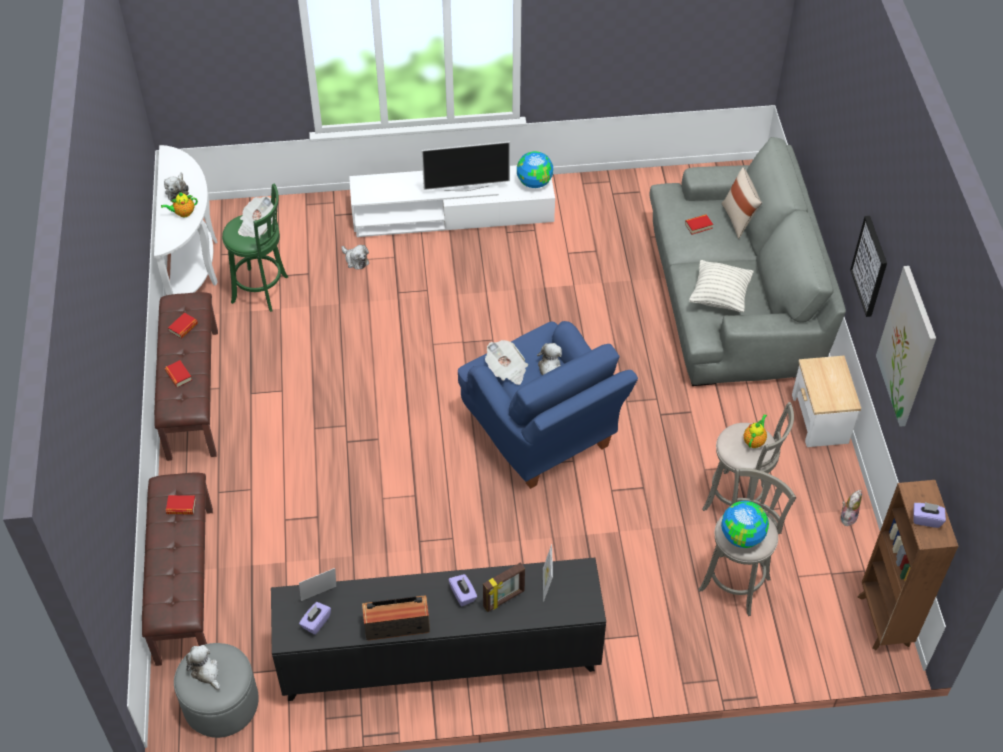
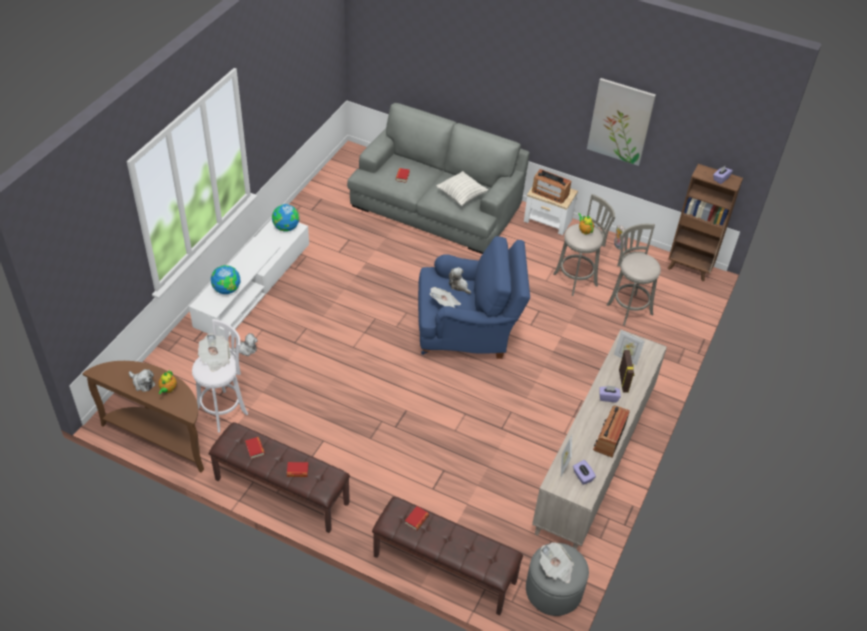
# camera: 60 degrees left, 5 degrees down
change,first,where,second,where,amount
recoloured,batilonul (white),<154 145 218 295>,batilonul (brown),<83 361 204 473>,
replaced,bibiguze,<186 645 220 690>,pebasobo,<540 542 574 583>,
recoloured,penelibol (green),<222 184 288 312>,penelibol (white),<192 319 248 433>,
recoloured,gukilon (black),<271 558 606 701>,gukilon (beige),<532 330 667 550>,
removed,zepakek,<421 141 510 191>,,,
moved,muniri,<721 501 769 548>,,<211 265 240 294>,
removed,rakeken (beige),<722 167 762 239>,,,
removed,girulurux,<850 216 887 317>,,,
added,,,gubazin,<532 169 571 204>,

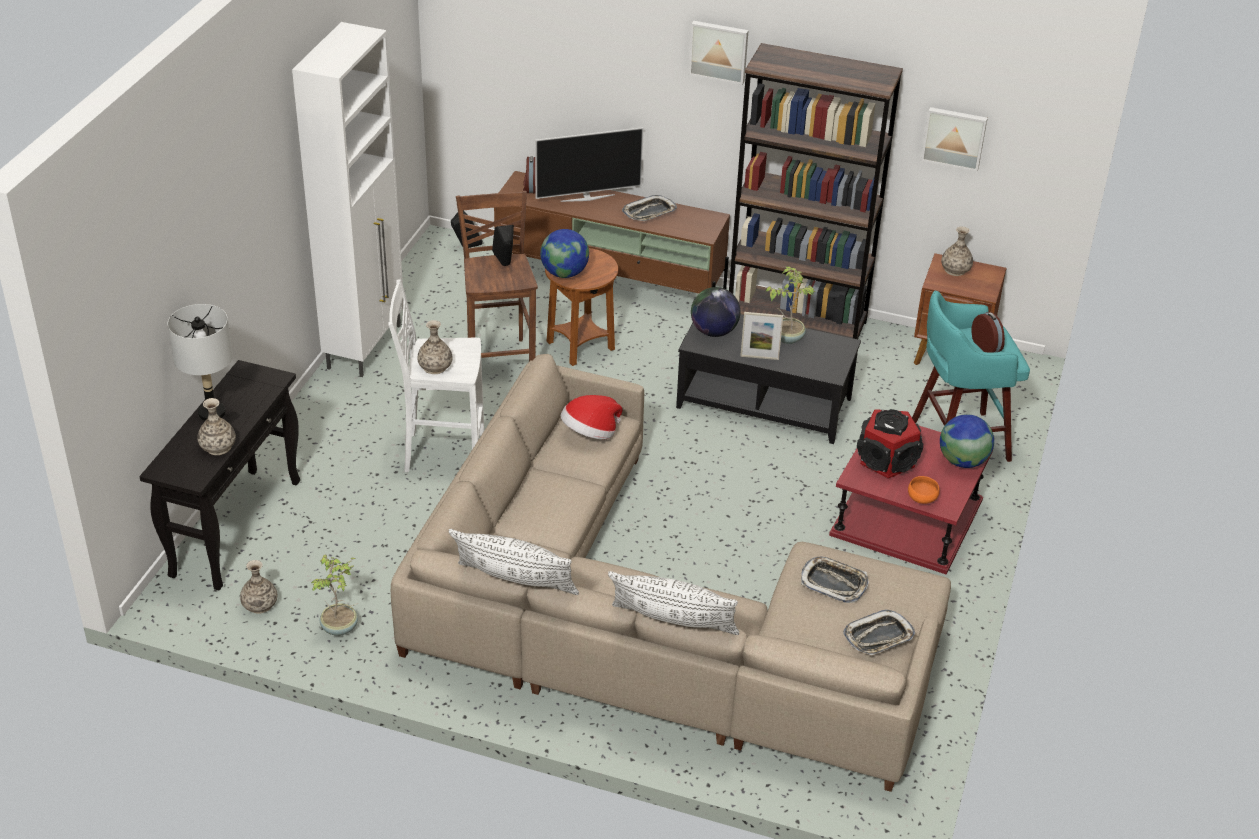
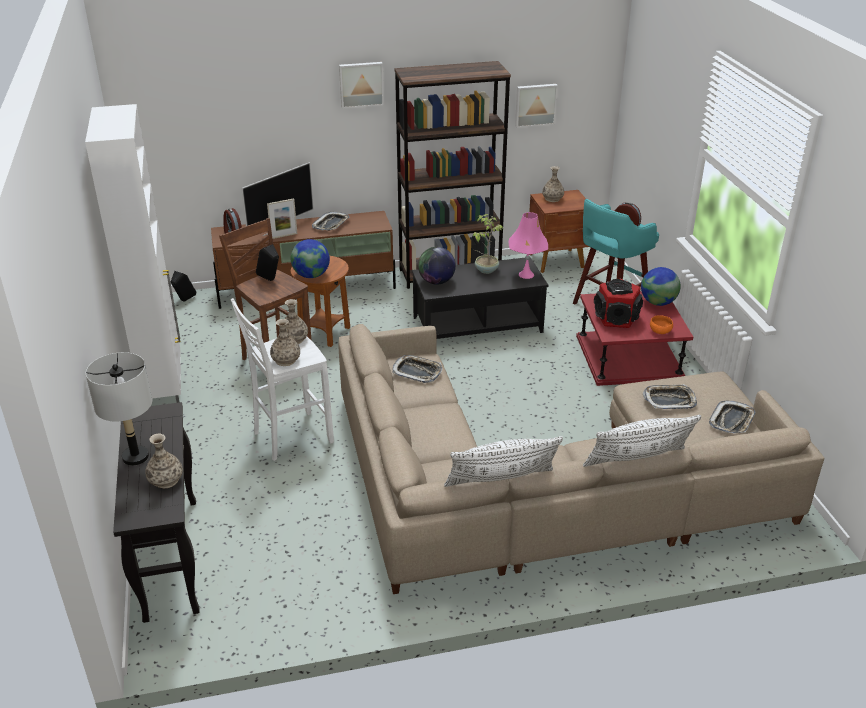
# camera: 30 degrees left, 5 degrees down
change,first,where,second,where,amount
moved,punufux,<240 560 277 614>,,<279 299 308 344>,
removed,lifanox,<311 554 358 636>,,,
replaced,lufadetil,<561 395 622 439>,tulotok,<392 355 442 383>,
moved,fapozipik,<740 312 783 360>,,<267 198 297 239>,
added,,,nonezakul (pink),<509 212 548 279>,

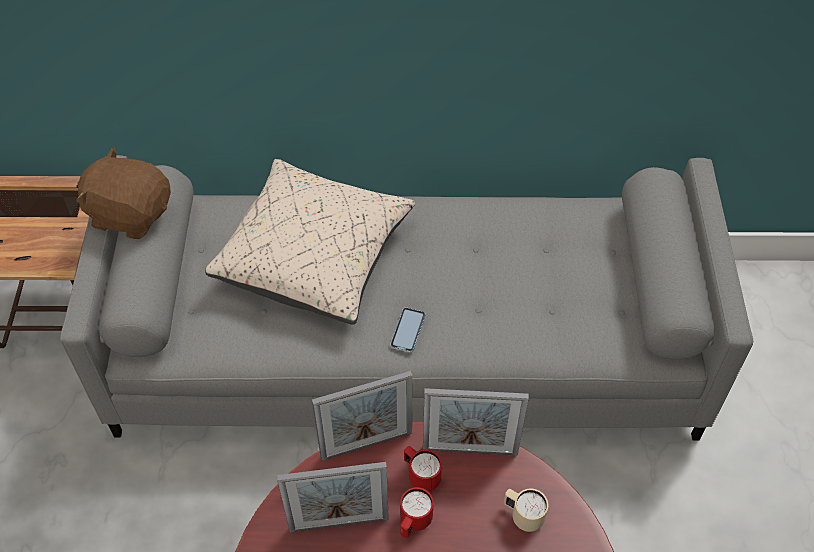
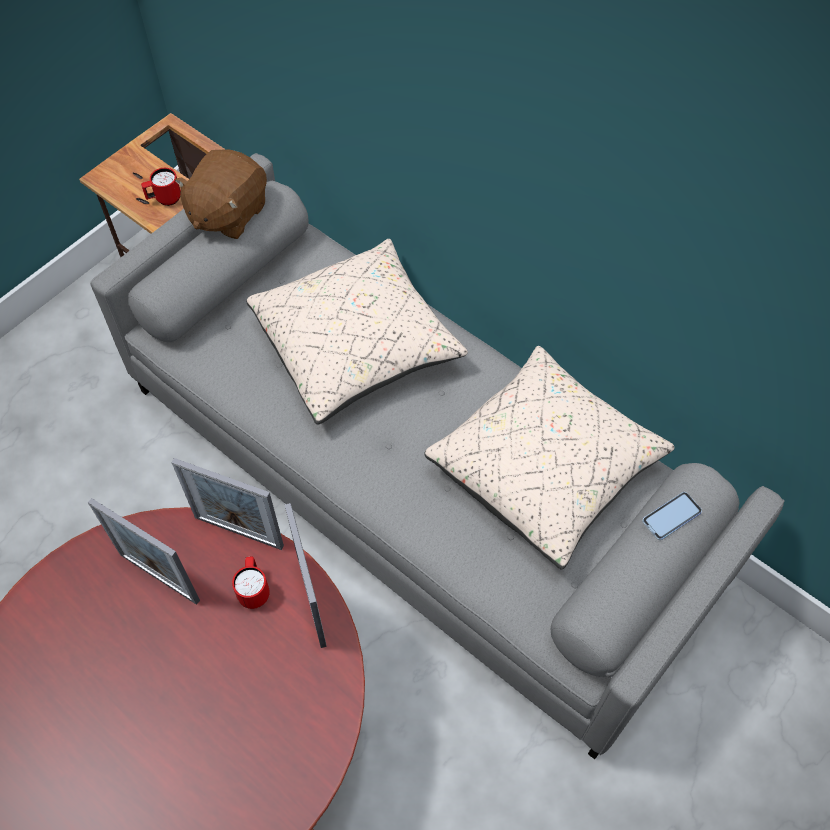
# camera: 40 degrees right, 5 degrees up
change,first,where,second,where,amount
turned,bibiguze (brown),<76 147 171 239>,,<175 149 267 239>,120 degrees counterclockwise
moved,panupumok,<390 308 425 353>,,<642 492 702 540>,
moved,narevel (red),<400 487 433 538>,,<141 168 181 206>,
turned,fapozipik,<423 388 529 456>,,<285 503 326 648>,150 degrees counterclockwise
removed,narevel (beige),<504 488 548 532>,,,
added,,,rakeken (beige),<424 346 675 570>,

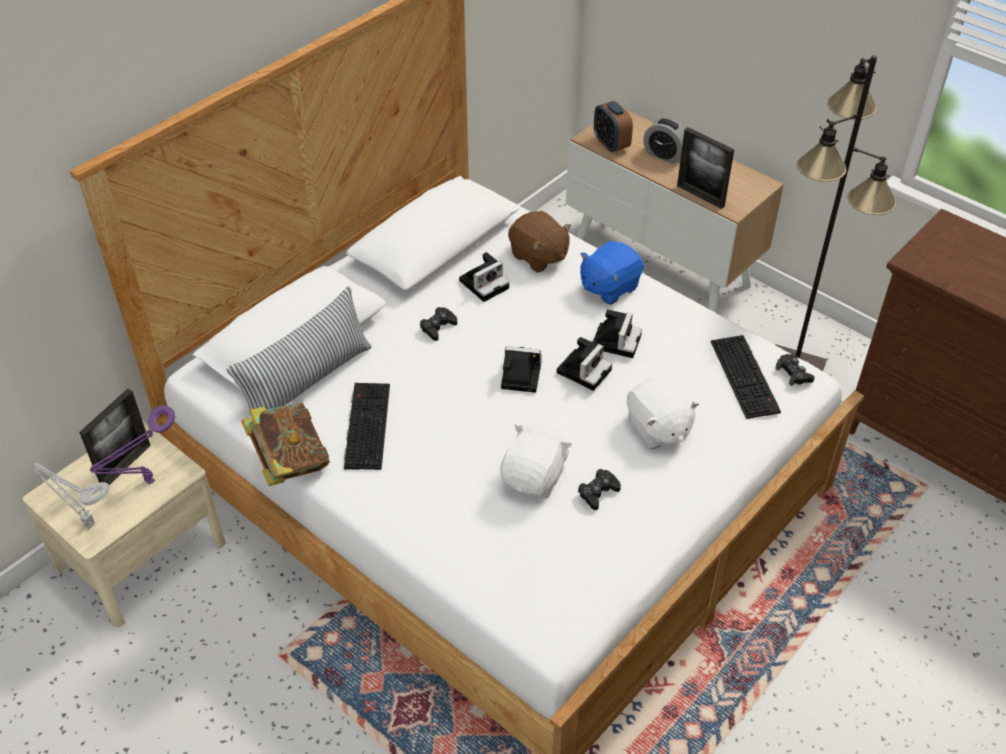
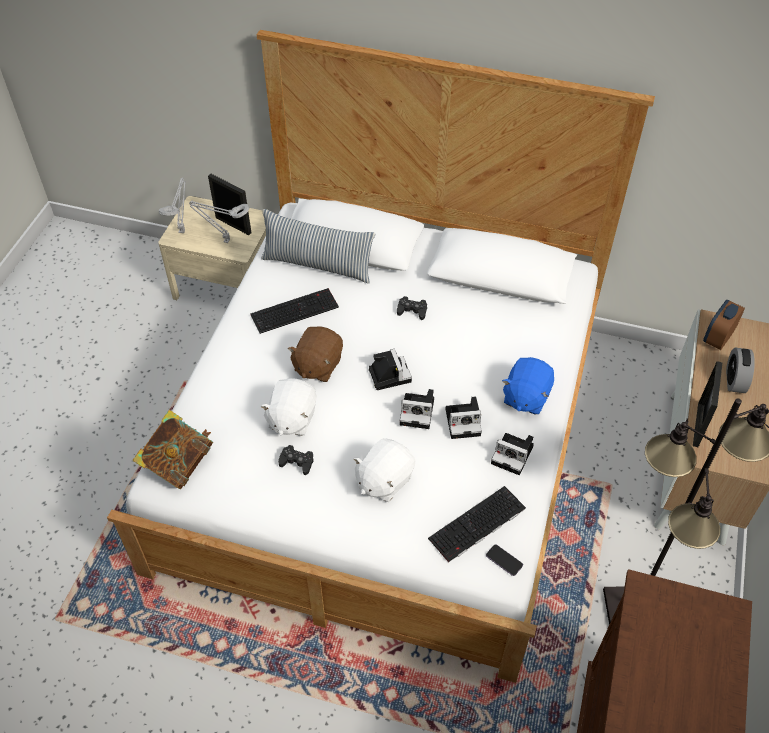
# camera: 65 degrees right, 5 degrees up
change,first,where,second,where,amount
turned,fapozipik,<79 389 151 485>,,<208 174 252 235>,150 degrees counterclockwise
recoloured,nonezakul (purple),<90 405 175 485>,nonezakul (grey),<189 201 250 243>,
moved,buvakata,<241 402 330 486>,,<133 410 213 489>,
moved,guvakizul,<459 252 509 302>,,<491 433 534 475>,
turned,bibiguze (white),<500 424 572 498>,,<260 378 317 436>,105 degrees clockwise
moved,bibiguze (brown),<508 211 571 273>,,<288 326 343 382>,
turned,bibiguze (blue),<580 241 644 305>,,<502 357 554 414>,90 degrees counterclockwise
replaced,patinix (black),<775 354 815 386>,panupumok,<486 544 523 576>,

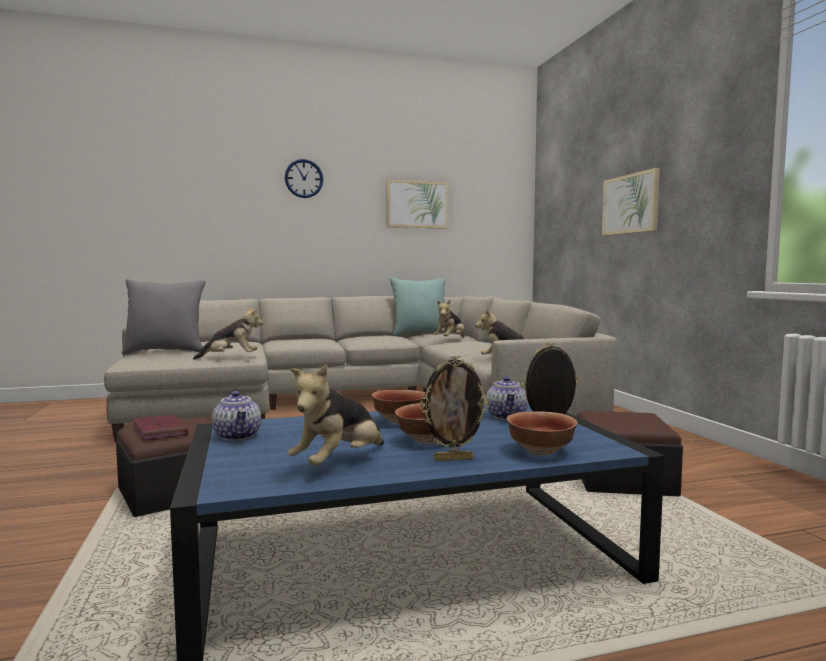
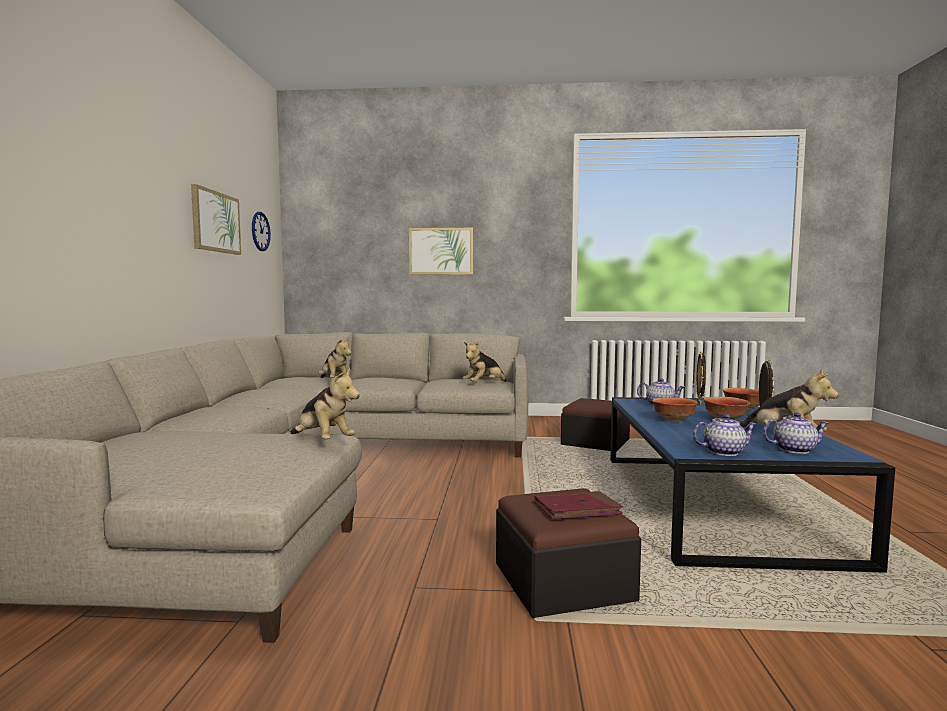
# camera: 70 degrees left, 0 degrees up
change,first,where,second,where,amount
removed,rakeken (grey),<122 279 206 354>,,,
turned,bibiguze,<193 306 263 360>,,<290 367 360 439>,120 degrees clockwise
moved,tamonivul,<285 159 323 198>,,<252 212 271 251>,
removed,rakeken (turquoise),<389 278 452 336>,,,
added,,,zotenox,<763 412 829 454>,

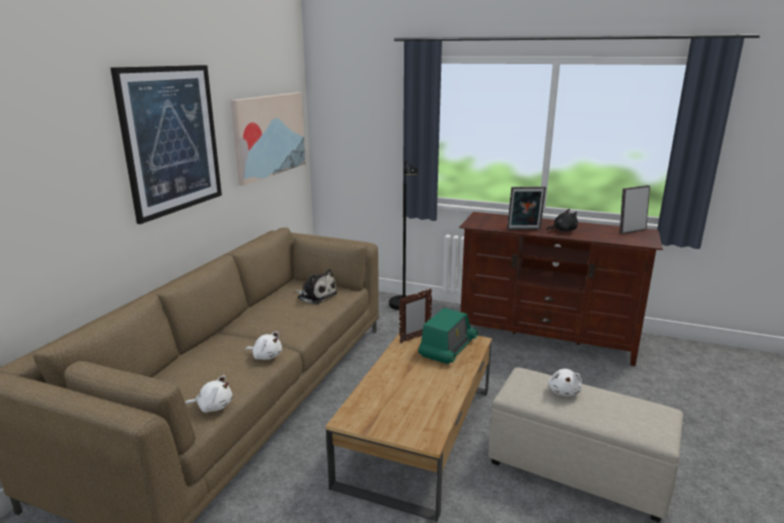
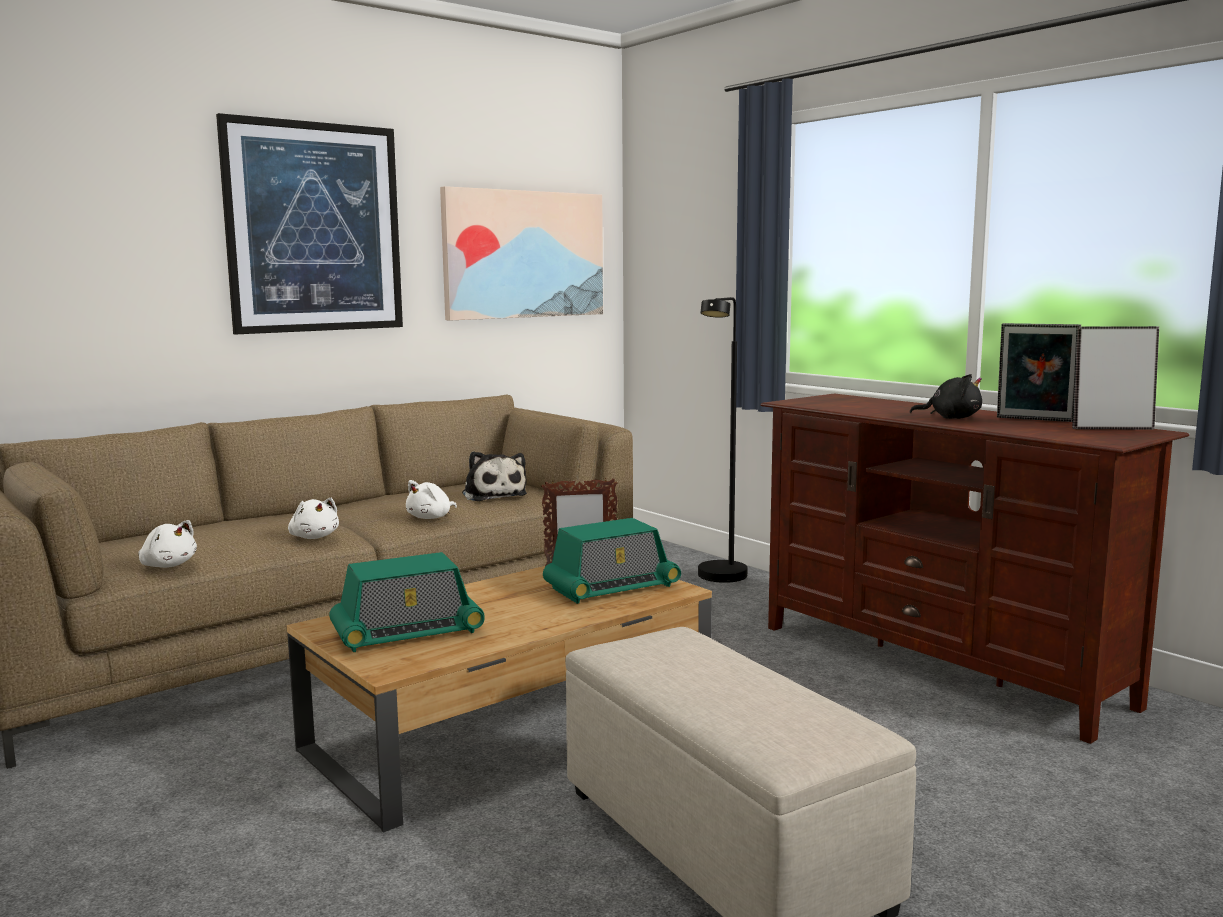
# camera: 30 degrees right, 10 degrees down
change,first,where,second,where,amount
moved,fapozipik,<507 187 546 230>,,<997 323 1081 422>,
moved,bibiguze (white),<548 369 582 396>,,<406 480 457 519>,
added,,,gubazin,<329 552 485 652>,

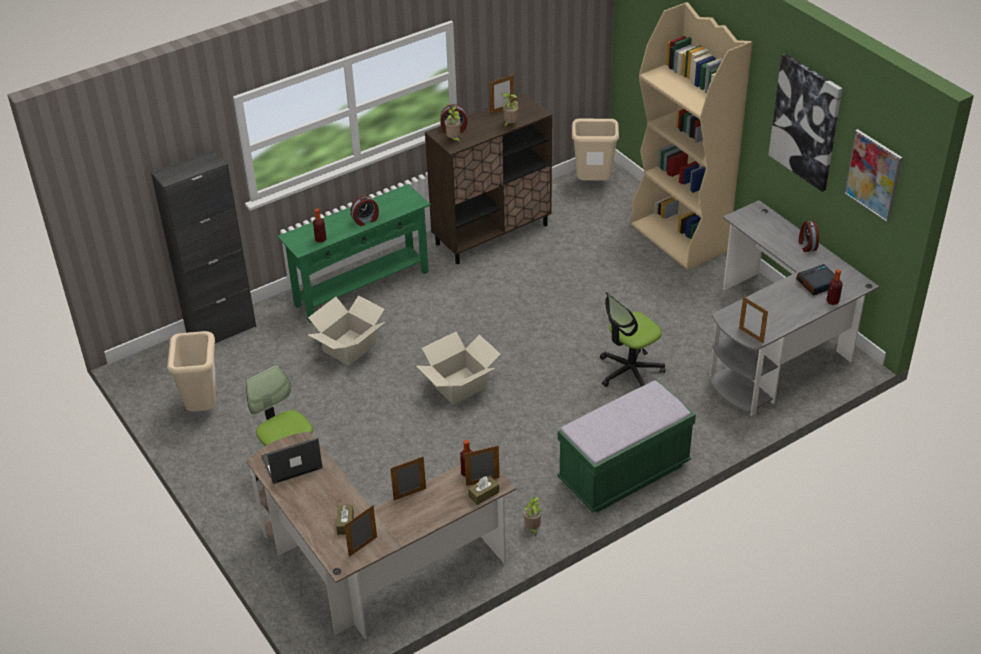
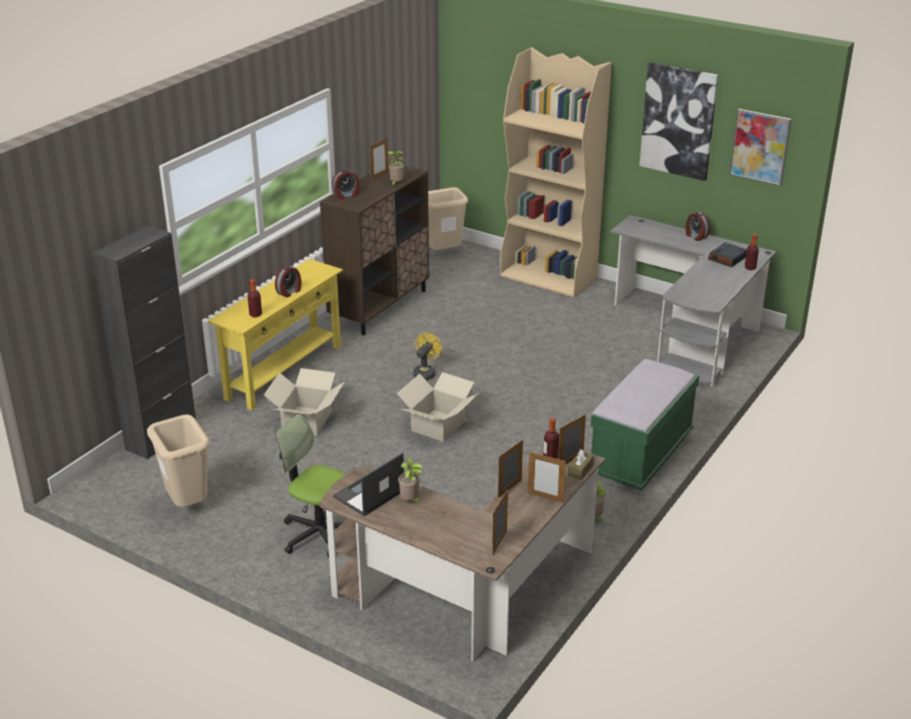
# camera: 25 degrees left, 10 degrees down
change,first,where,second,where,amount
recoloured,batilonul (green),<277 184 431 323>,batilonul (yellow),<208 259 343 410>,
removed,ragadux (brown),<336 505 354 535>,,,
moved,lifanox,<445 107 461 142>,,<398 458 422 504>,
removed,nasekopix,<600 291 666 387>,,,
moved,fapozipik,<739 296 768 343>,,<528 452 566 503>,
added,,,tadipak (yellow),<413 332 442 380>,

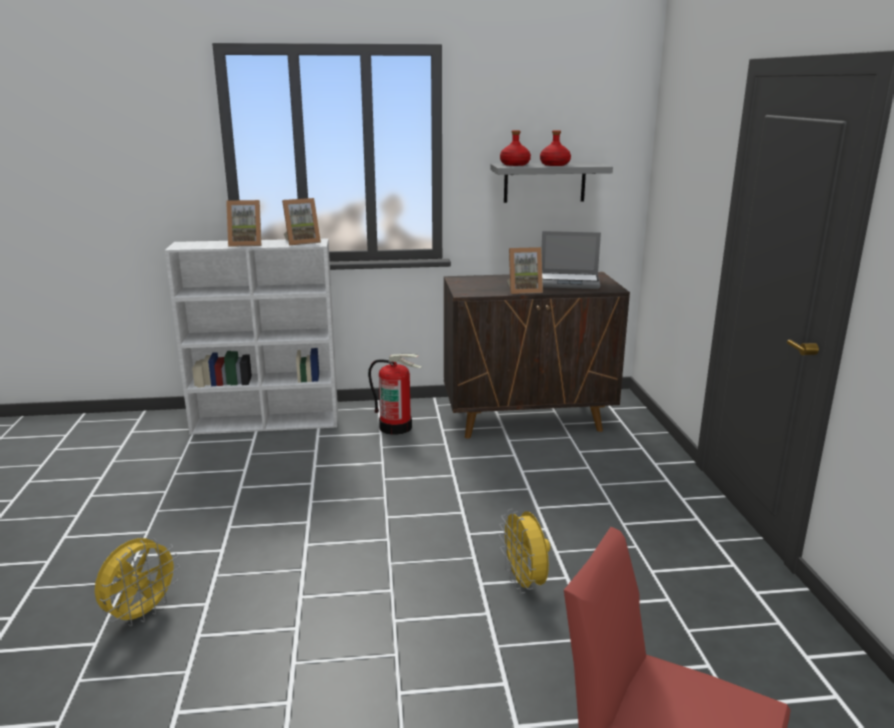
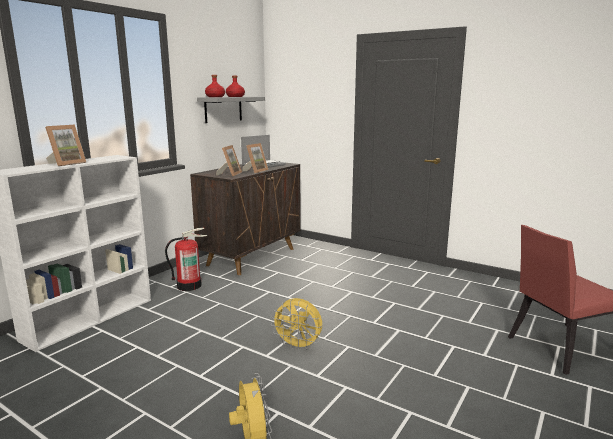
# camera: 50 degrees left, 5 degrees down
change,first,where,second,where,amount
moved,fapozipik,<282 198 321 245>,,<216 145 242 177>,
moved,tadipak (yellow),<499 509 550 594>,,<271 298 322 351>,

